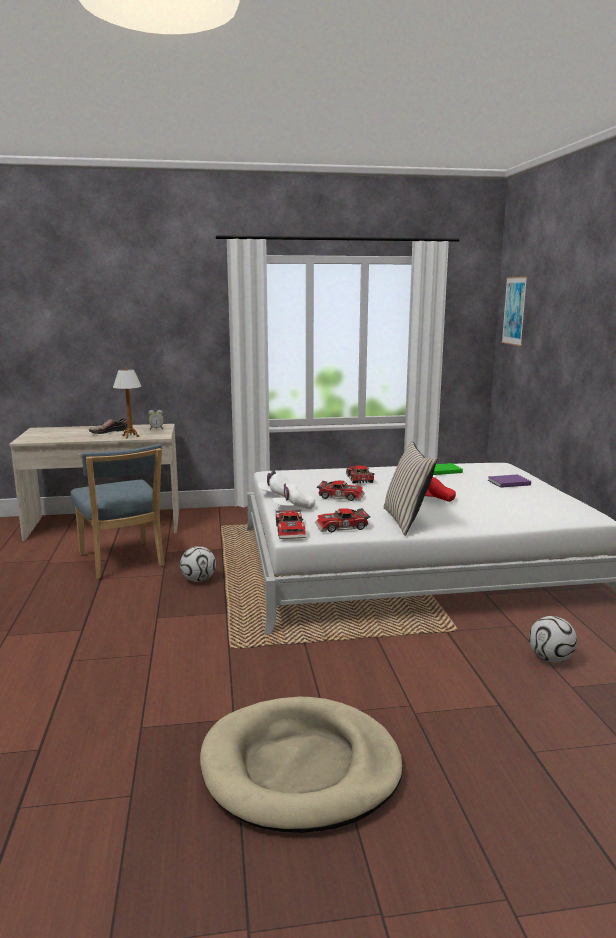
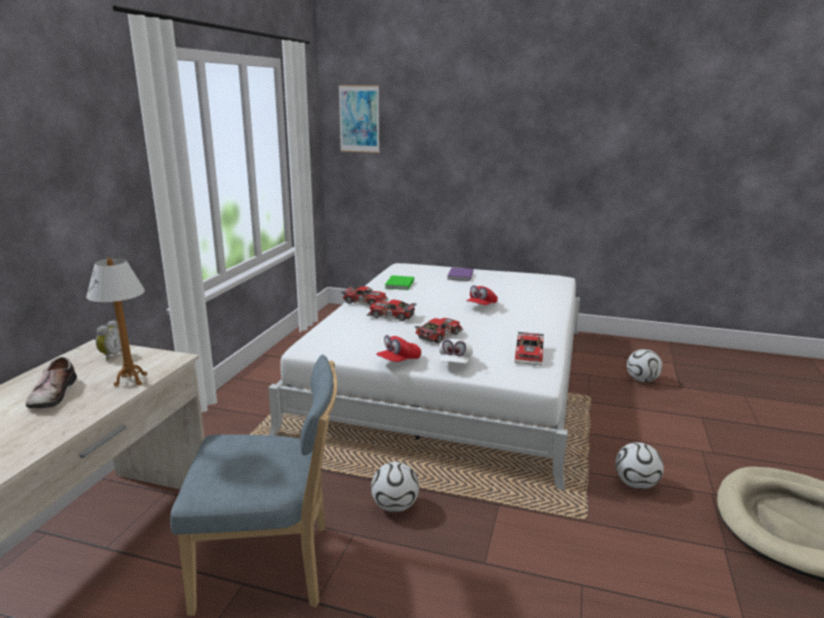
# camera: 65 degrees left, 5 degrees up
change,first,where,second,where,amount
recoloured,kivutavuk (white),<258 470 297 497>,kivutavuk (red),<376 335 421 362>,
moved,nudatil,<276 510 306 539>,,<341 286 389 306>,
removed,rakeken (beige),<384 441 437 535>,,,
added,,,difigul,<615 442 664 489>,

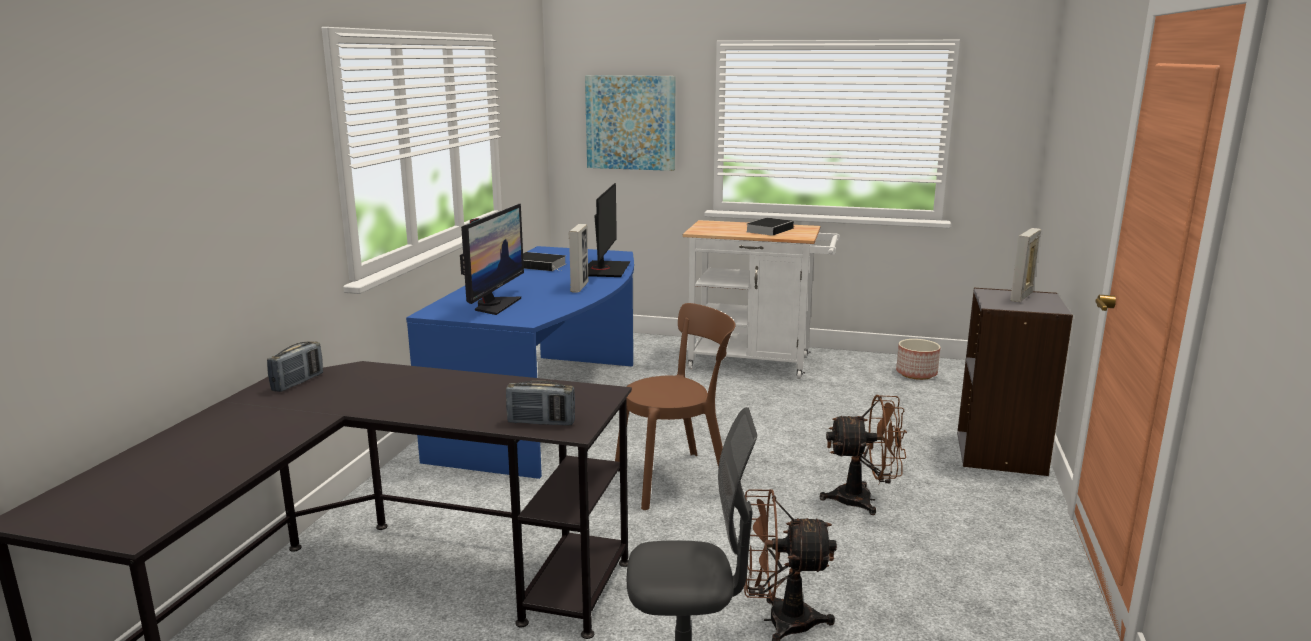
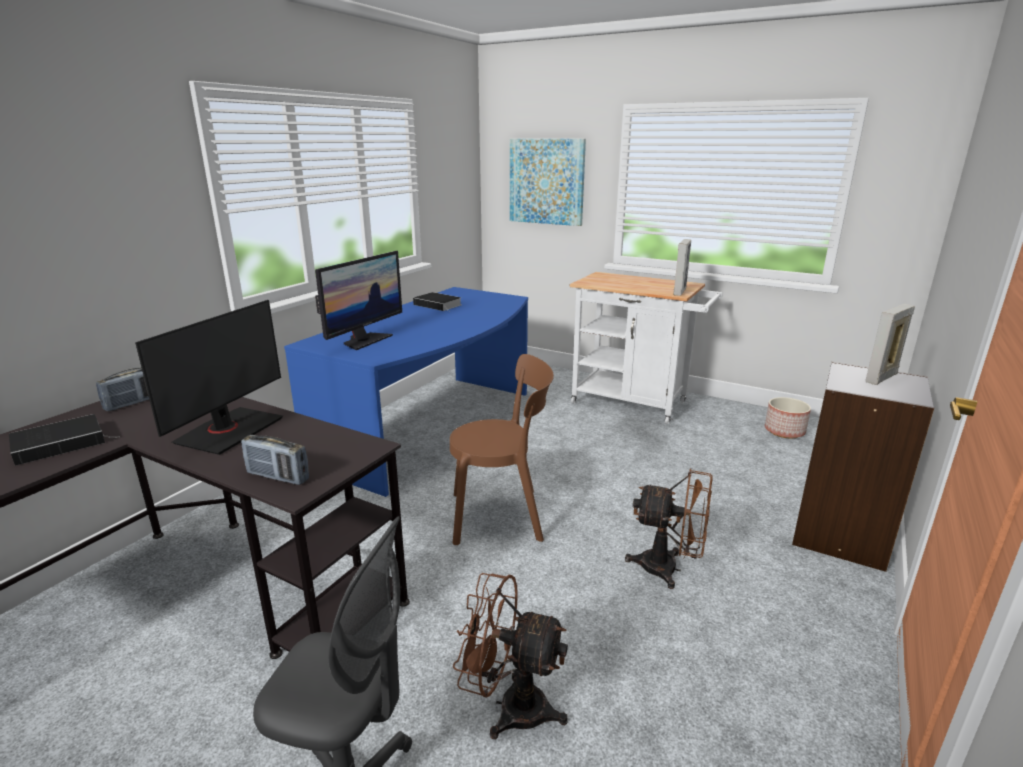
# camera: 15 degrees right, 5 degrees up
change,first,where,second,where,amount
moved,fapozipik,<569 224 588 293>,,<673 239 691 296>,
moved,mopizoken,<588 183 631 277>,,<135 300 283 455>,
moved,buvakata,<746 218 794 236>,,<9 414 121 466>,

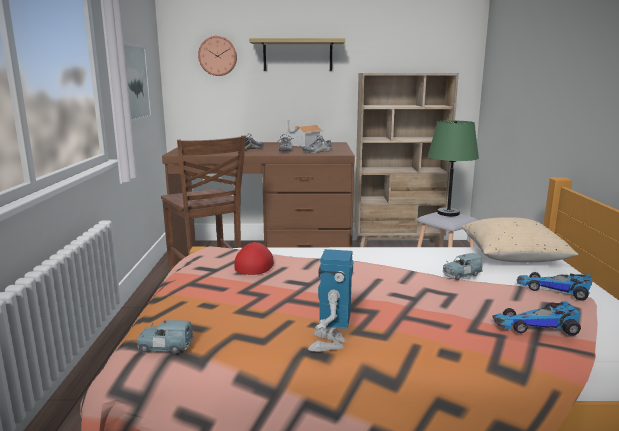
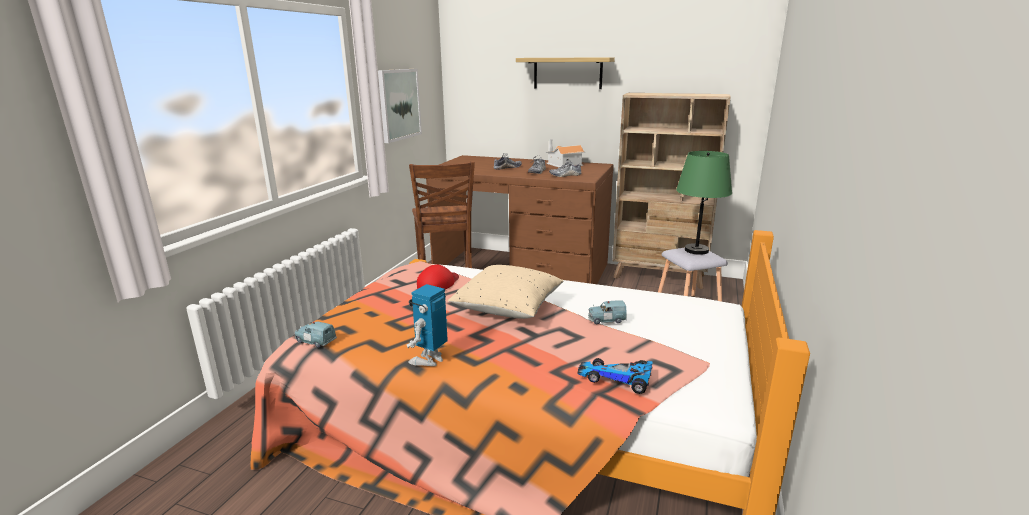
# camera: 20 degrees right, 5 degrees up
change,first,where,second,where,amount
removed,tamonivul,<198 36 237 76>,,,
moved,rakeken (beige),<462 217 579 262>,,<448 265 564 319>,
removed,nudatil,<517 272 592 301>,,,

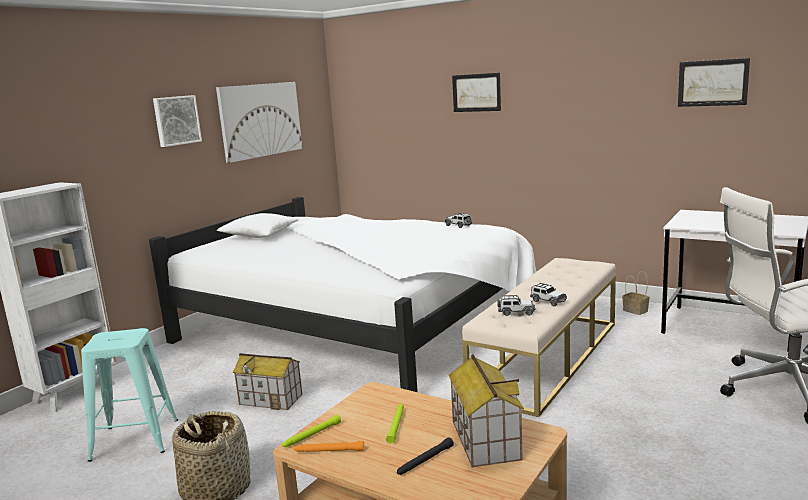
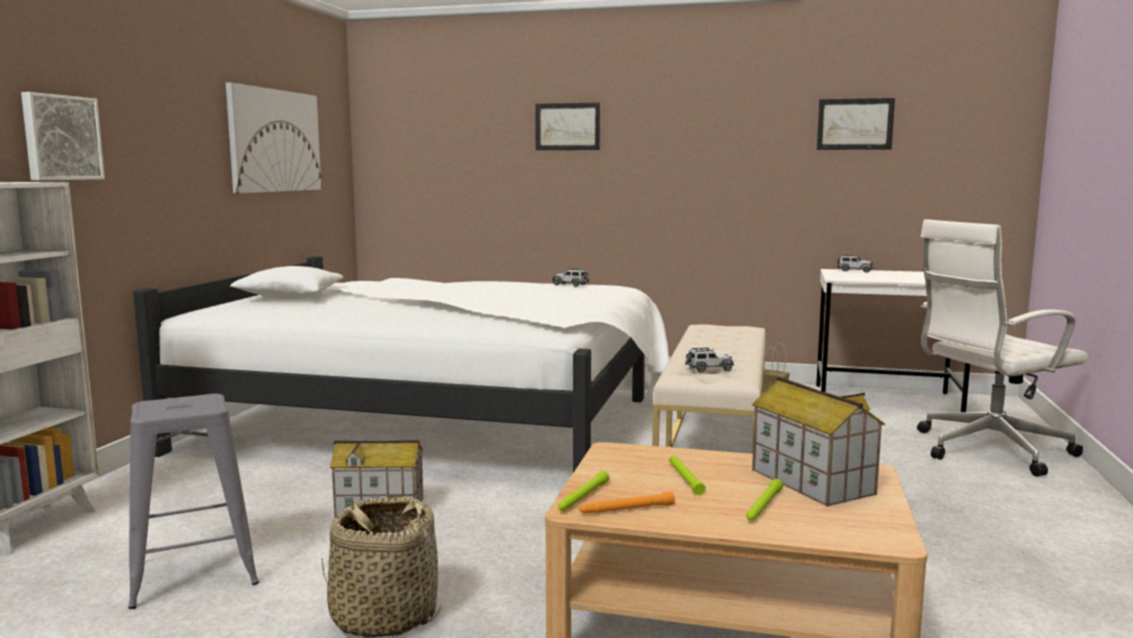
# camera: 20 degrees left, 5 degrees down
change,first,where,second,where,amount
recoloured,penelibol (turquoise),<81 328 178 462>,penelibol (grey),<128 394 259 609>,
moved,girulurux,<153 95 202 147>,,<21 92 105 180>,
recoloured,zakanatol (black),<397 437 454 475>,zakanatol (green),<746 479 783 521>,
moved,nudatil,<530 283 567 306>,,<837 254 874 273>,

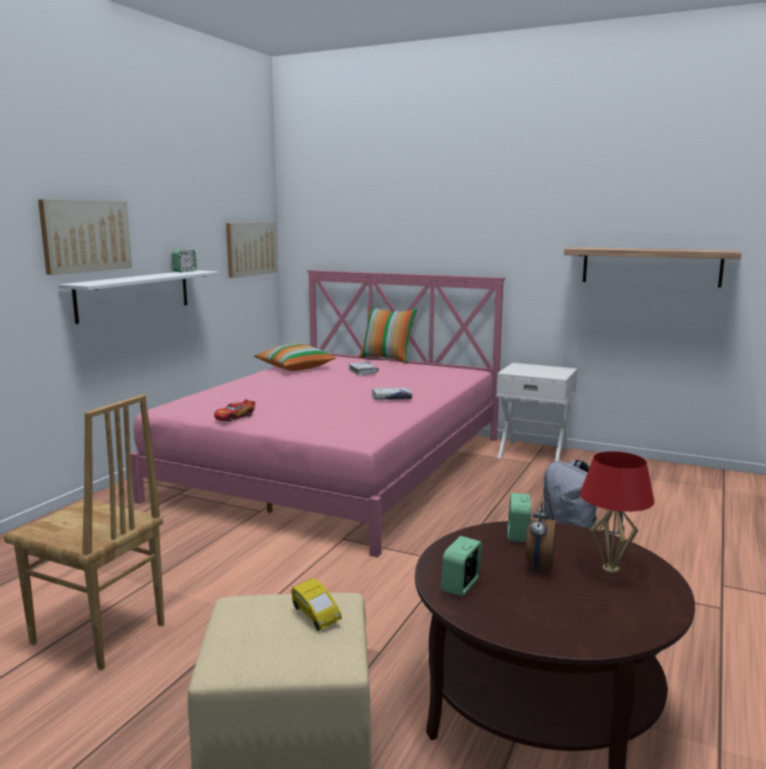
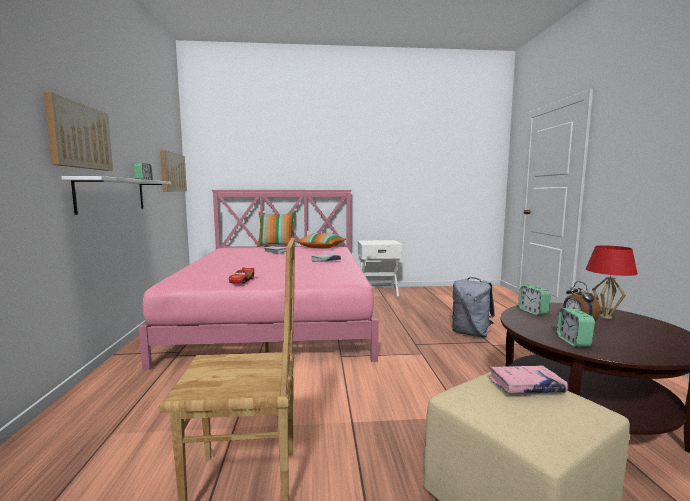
# camera: 30 degrees left, 5 degrees down
change,first,where,second,where,amount
moved,rakeken,<254 344 336 371>,,<296 233 346 249>,
replaced,nudatil (yellow),<291 578 342 631>,buvakata (pink),<489 366 568 394>,
removed,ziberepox,<564 247 742 287>,,,

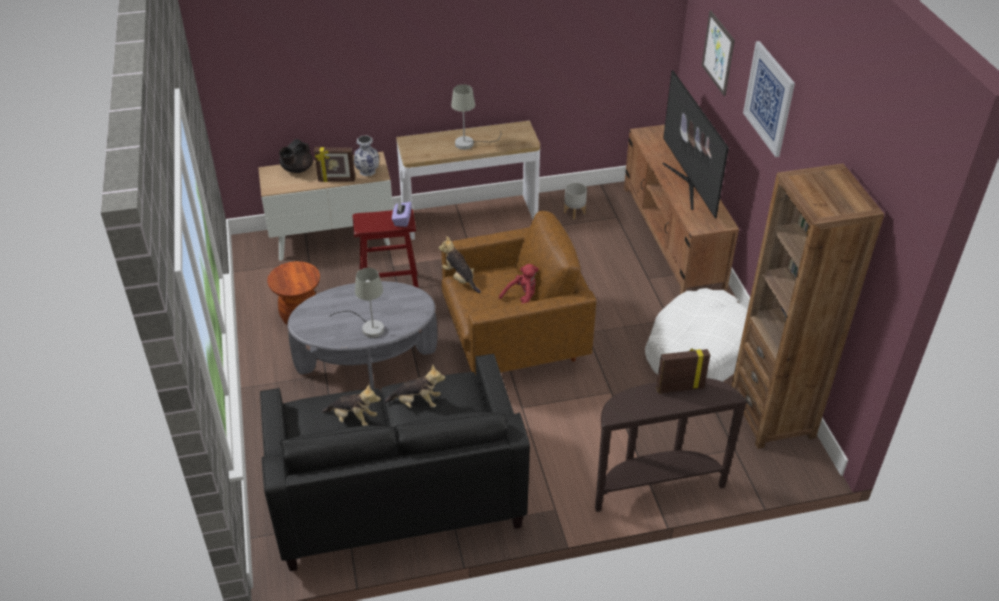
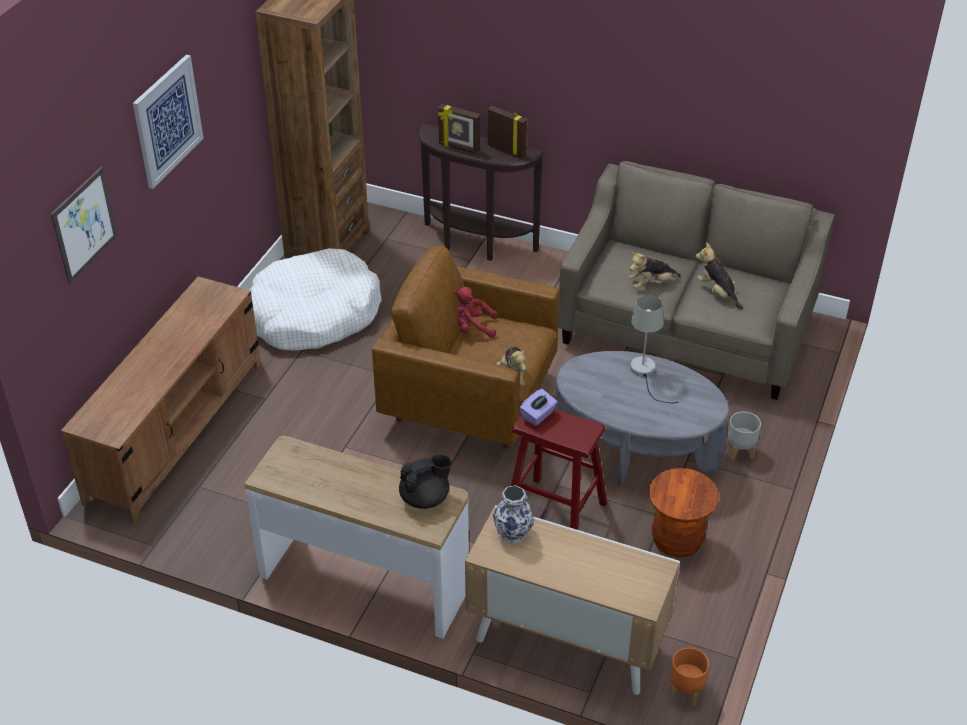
# camera: 145 degrees left, 0 degrees up
change,first,where,second,where,amount
recoloured,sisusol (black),<260 354 530 571>,sisusol (beige),<558 161 835 400>,
moved,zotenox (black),<279 139 313 173>,,<399 454 452 509>,
moved,fapozipik,<314 147 355 182>,,<487 106 528 159>,
turned,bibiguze,<384 364 445 408>,,<629 252 681 289>,60 degrees counterclockwise
removed,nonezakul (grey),<451 84 501 150>,,,
moved,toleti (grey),<564 183 587 219>,,<727 411 761 460>,
removed,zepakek,<662 70 729 219>,,,
added,,,toleti (orange),<669 648 709 706>,

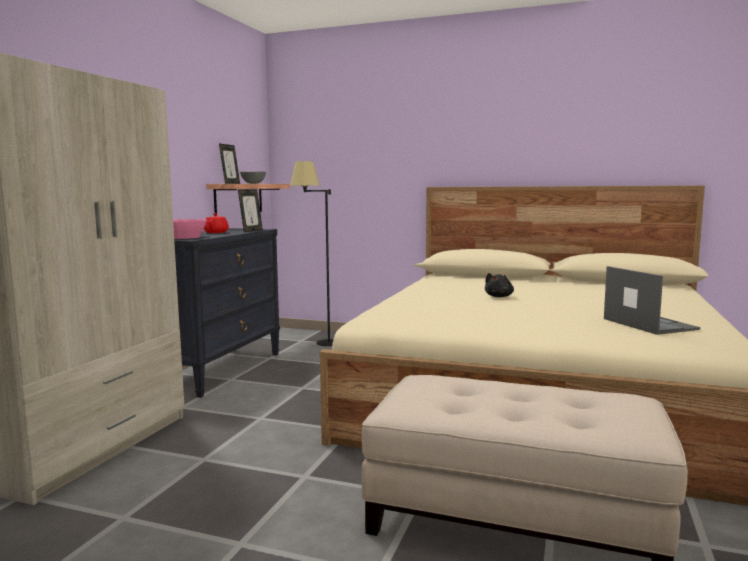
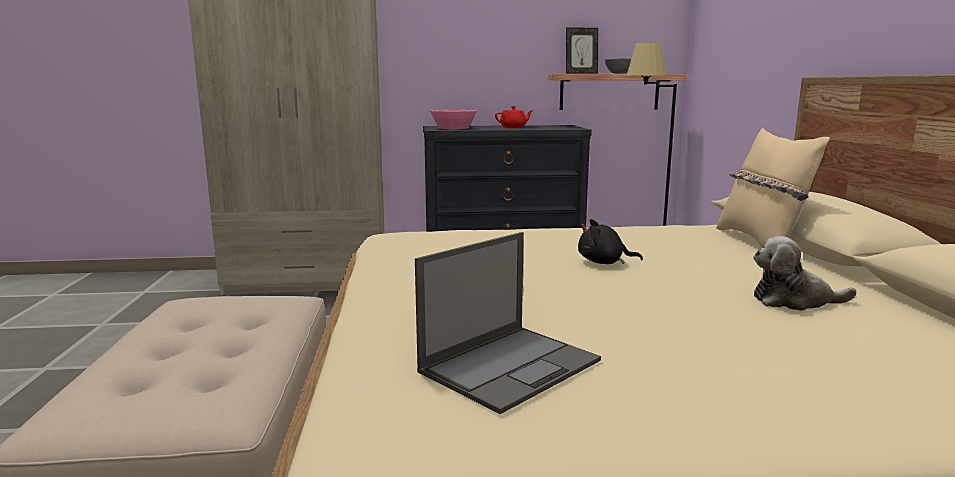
# camera: 65 degrees right, 5 degrees up
change,first,where,second,where,amount
removed,fapozipik,<238 189 263 232>,,,
added,,,rakeken (beige),<716 128 830 248>,
added,,,bibiguze,<753 236 856 311>,

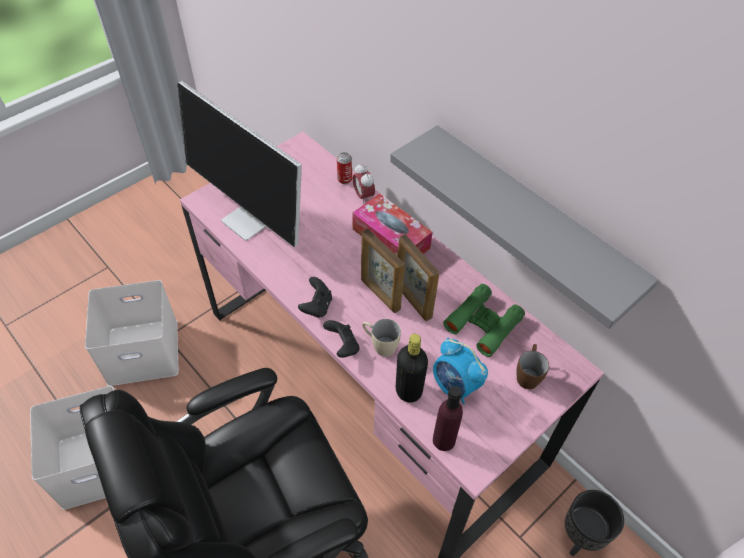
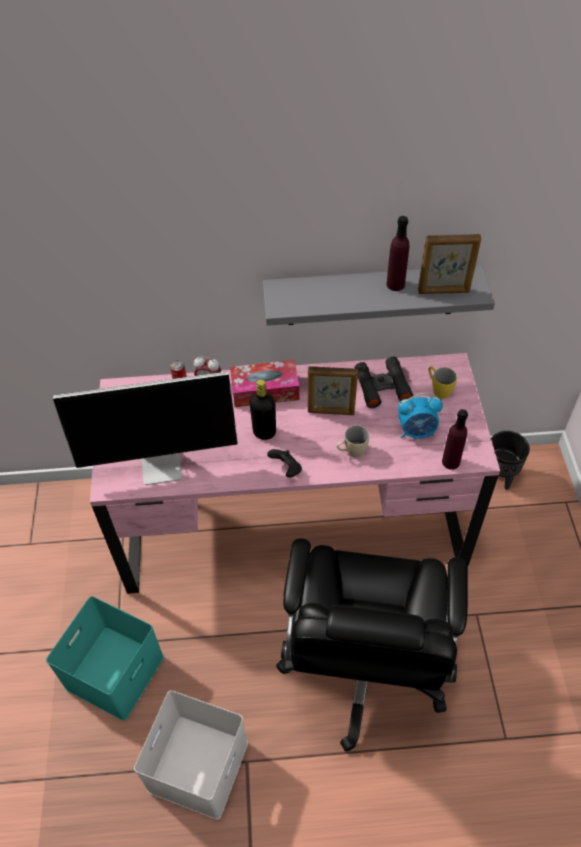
# camera: 50 degrees left, 0 degrees up
change,first,where,second,where,amount
recoloured,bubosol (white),<85 280 179 386>,bubosol (turquoise),<46 596 164 721>,
removed,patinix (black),<323 320 360 358>,,,
moved,fapozipik,<361 228 405 313>,,<418 234 481 294>,
moved,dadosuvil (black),<396 334 428 403>,,<250 380 276 440>,
recoloured,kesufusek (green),<443 284 525 357>,kesufusek (black),<354 357 413 408>,
recoloured,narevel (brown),<516 344 549 389>,narevel (yellow),<429 366 457 399>,
added,,,dadosuvil (purple),<387 216 409 291>,

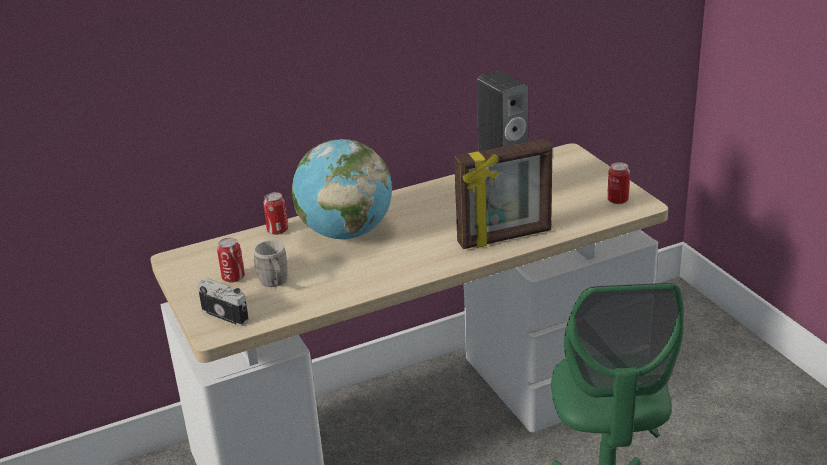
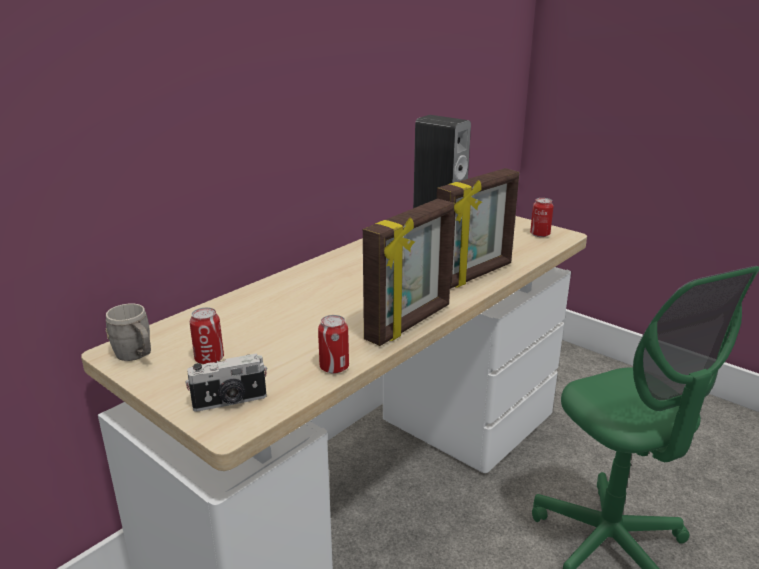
# camera: 25 degrees left, 5 degrees down
change,first,where,second,where,amount
turned,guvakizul,<198 278 249 326>,,<185 353 267 412>,150 degrees clockwise
moved,narevel (grey),<254 240 287 287>,,<105 304 151 361>,
moved,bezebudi,<263 192 288 235>,,<318 315 349 374>,
removed,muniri,<292 139 392 239>,,,
added,,,fapozipik,<363 199 454 346>,

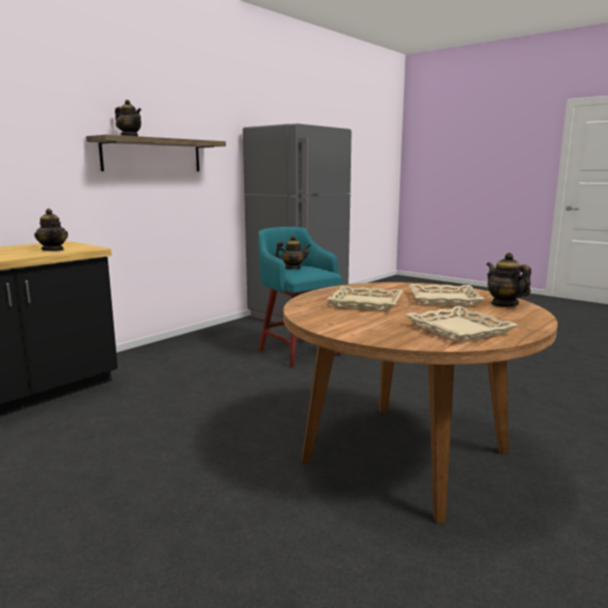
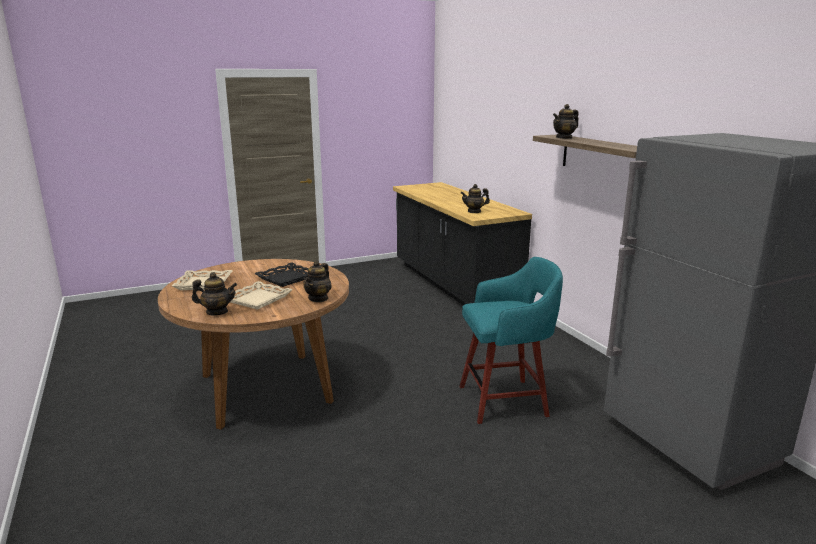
# camera: 115 degrees right, 5 degrees up
change,first,where,second,where,amount
moved,zotenox,<275 235 311 269>,,<303 261 332 302>,
recoloured,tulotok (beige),<326 286 403 311>,tulotok (black),<254 263 308 287>,

